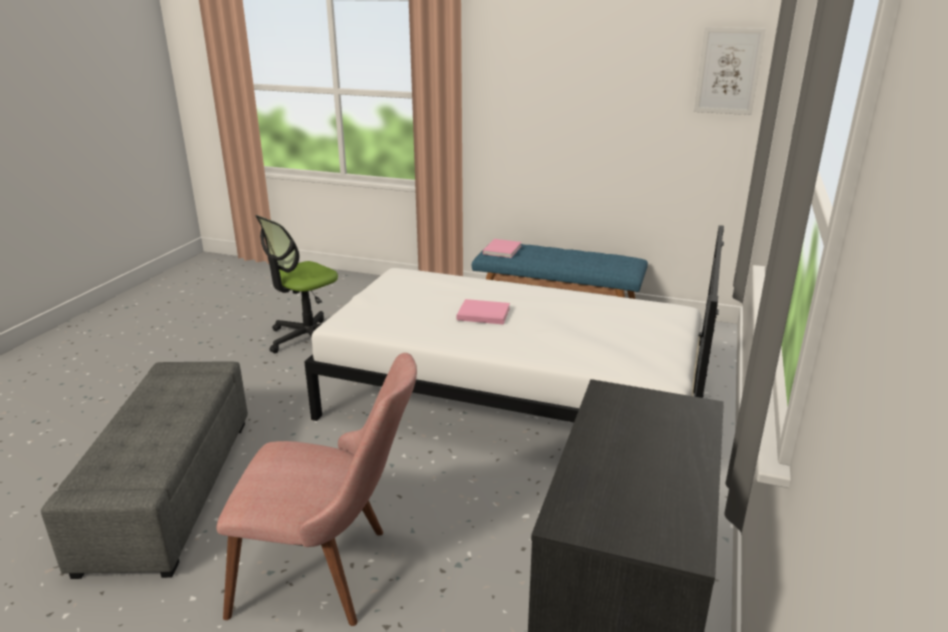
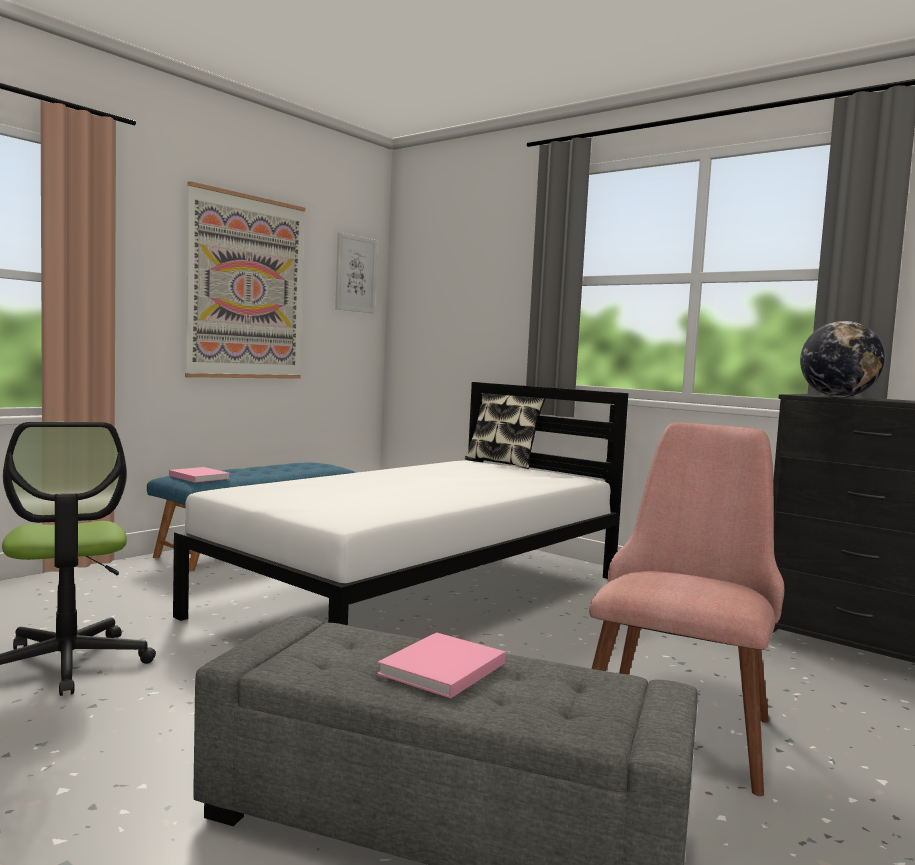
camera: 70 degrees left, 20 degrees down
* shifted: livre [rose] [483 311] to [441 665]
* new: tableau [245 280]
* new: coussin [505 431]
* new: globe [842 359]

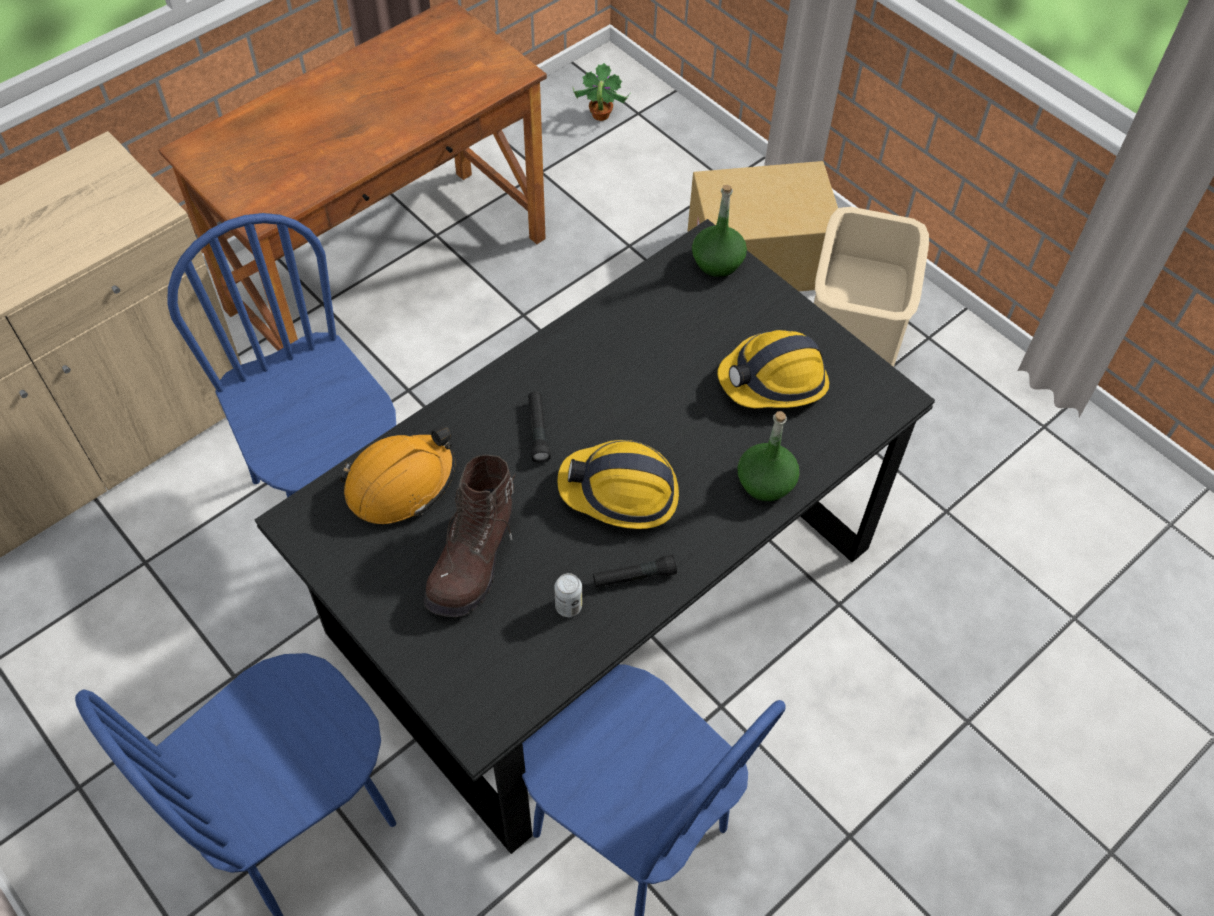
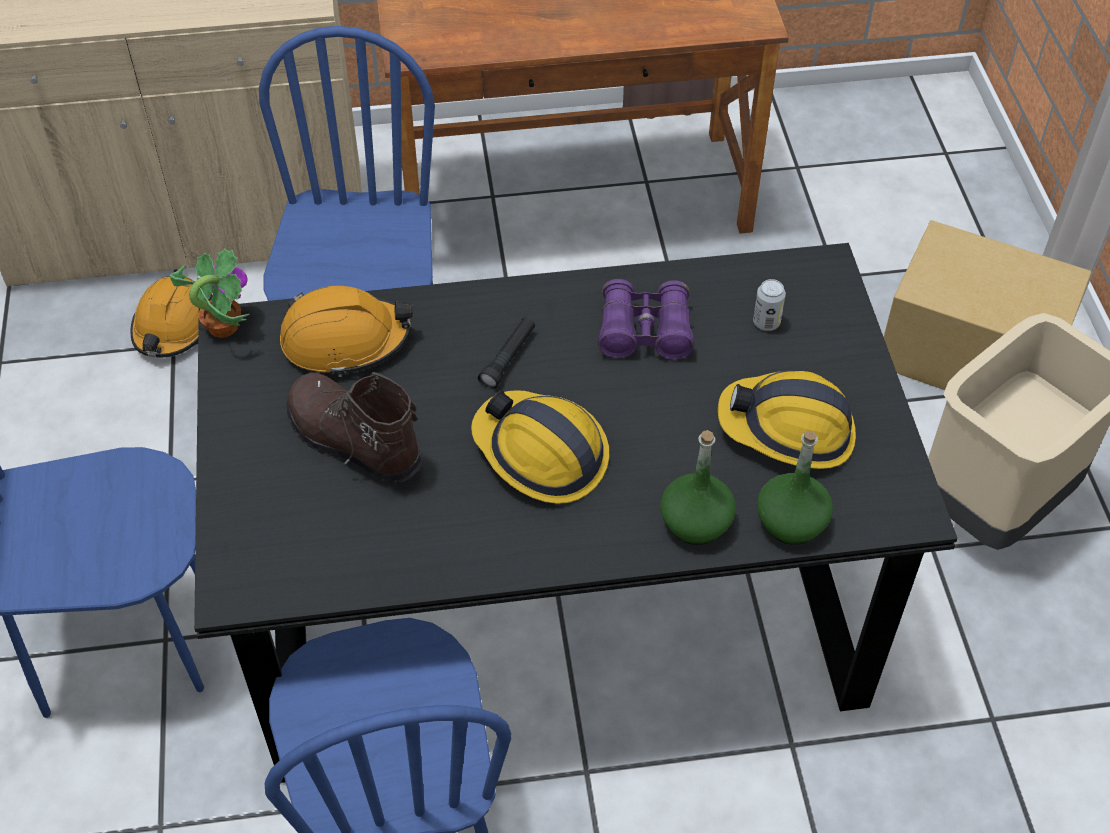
camera: 35 degrees right, 5 degrees down
* rotated: botte [marron] [470 535] = [354 428] 75 degrees clockwise
* shifted: boîte métallique [568 595] to [769 305]
* shifted: plante en pot [601 92] to [210 293]
* gone: lampe de poche [noir] [635 571]
* shifted: bouteille [vert] [719 231] to [795 487]
* new: casque de chantier [orange] [171 317]
* new: jumelles [violet] [646 319]

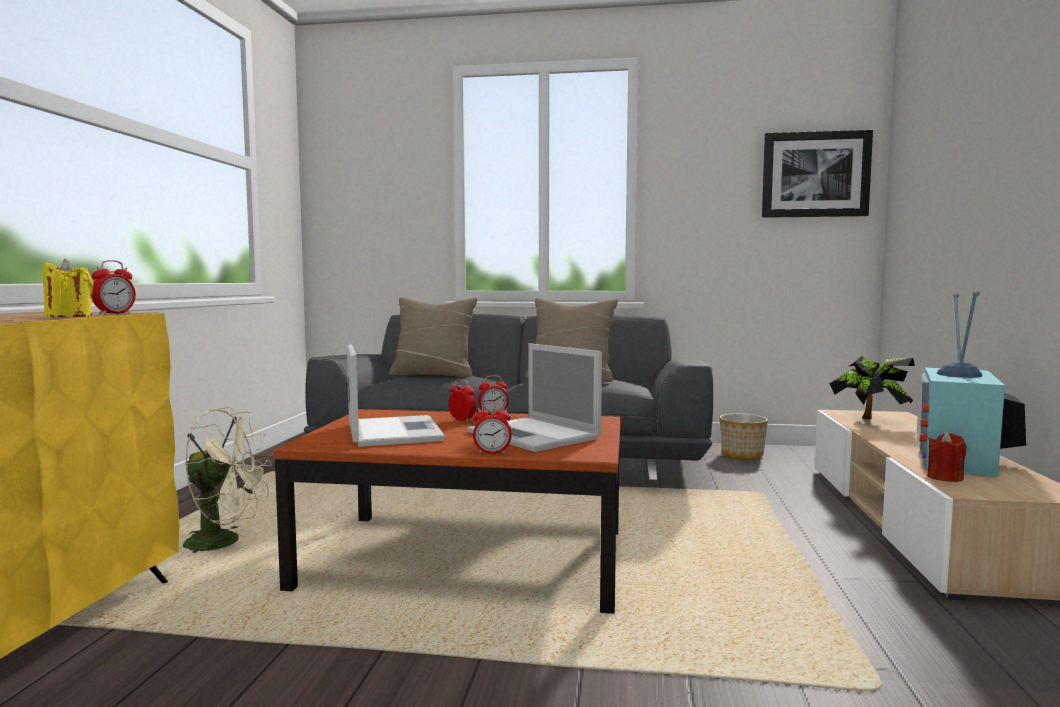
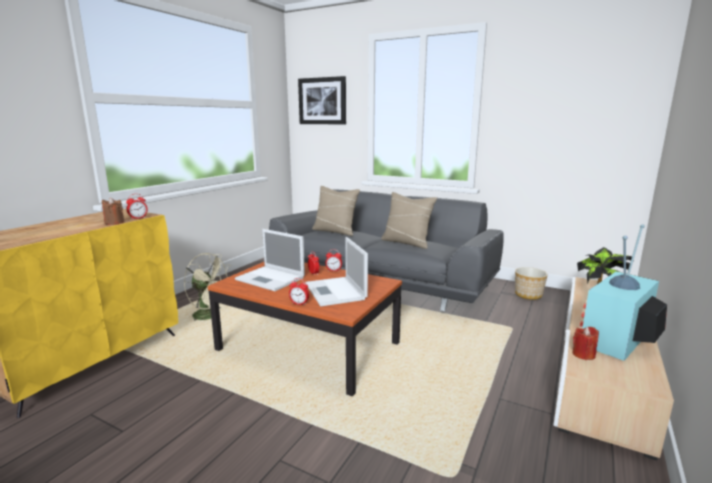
camera: 20 degrees right, 10 degrees up
* repainted: bougie [jaune] [67 288] to bougie [marron] [113 211]
* rotated: ordinateur portable [396 395] = [270 260] 120 degrees clockwise
* shifted: tableau [817 174] to [322 100]

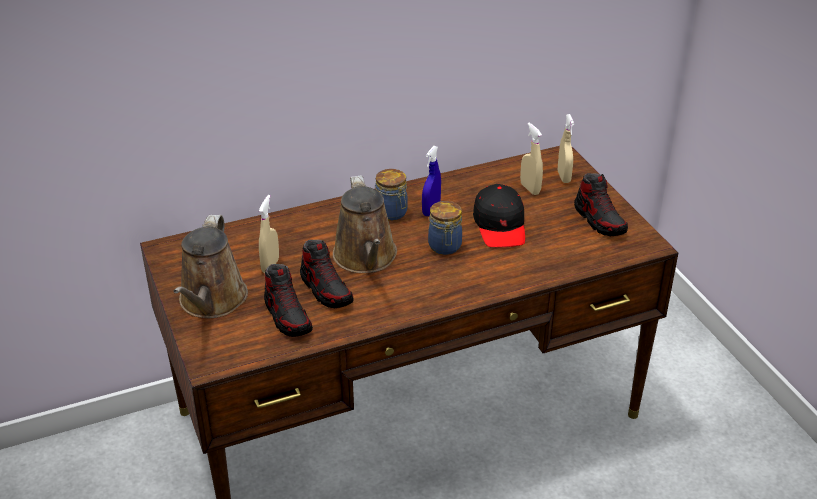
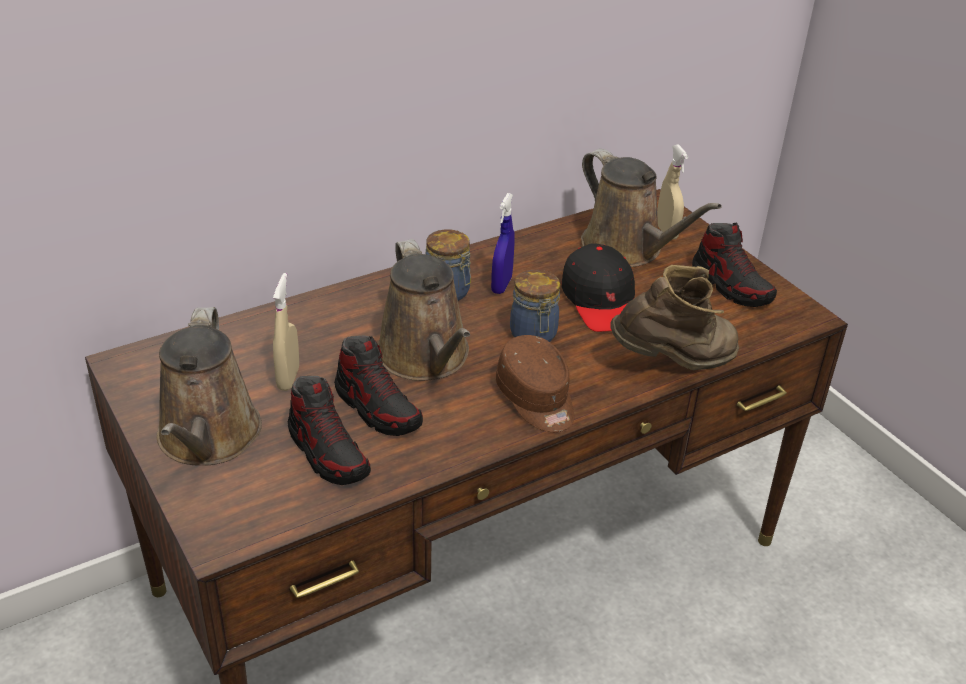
camera: 10 degrees left, 0 degrees up
* swapped: vaporisateur [beige] [531 159] to arrosoir [marron] [651 208]
* new: casquette [marron] [535 383]
* new: botte [marron] [674 317]

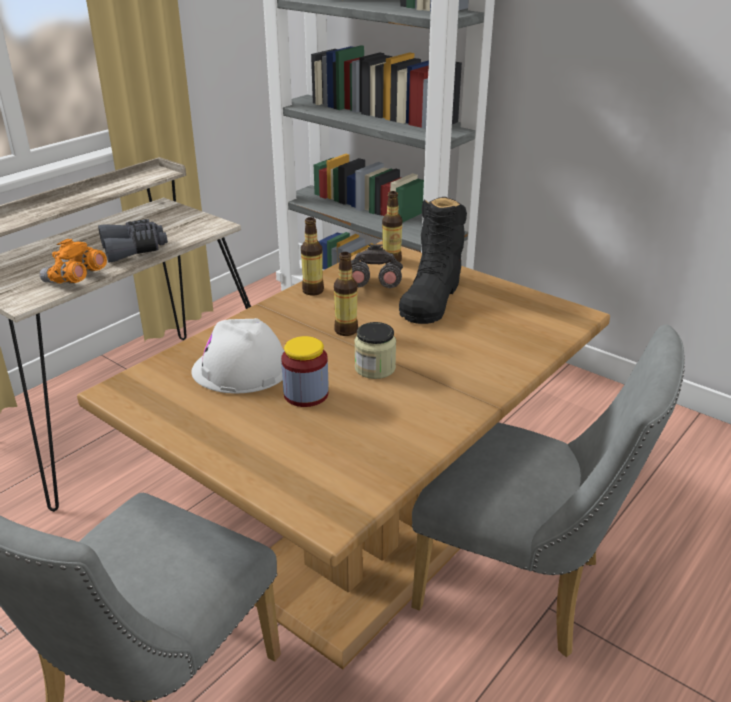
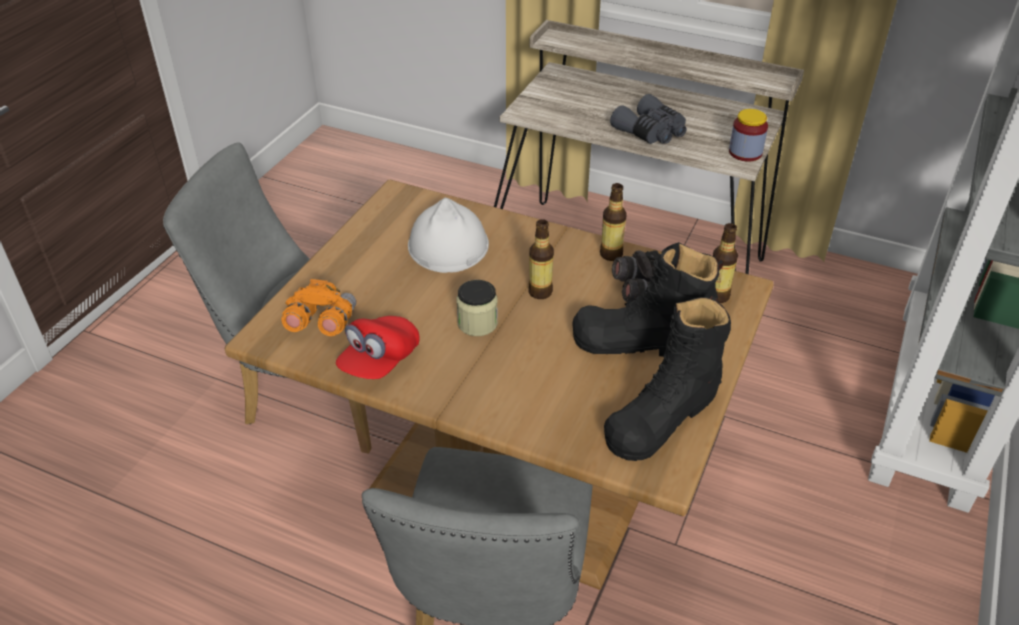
camera: 75 degrees right, 10 degrees up
* shifted: jumelles [orange] [73 261] to [319 307]
* shifted: bocal [305 371] to [748 135]
* new: casquette [rouge] [378 347]
* new: botte [noir] [667 378]

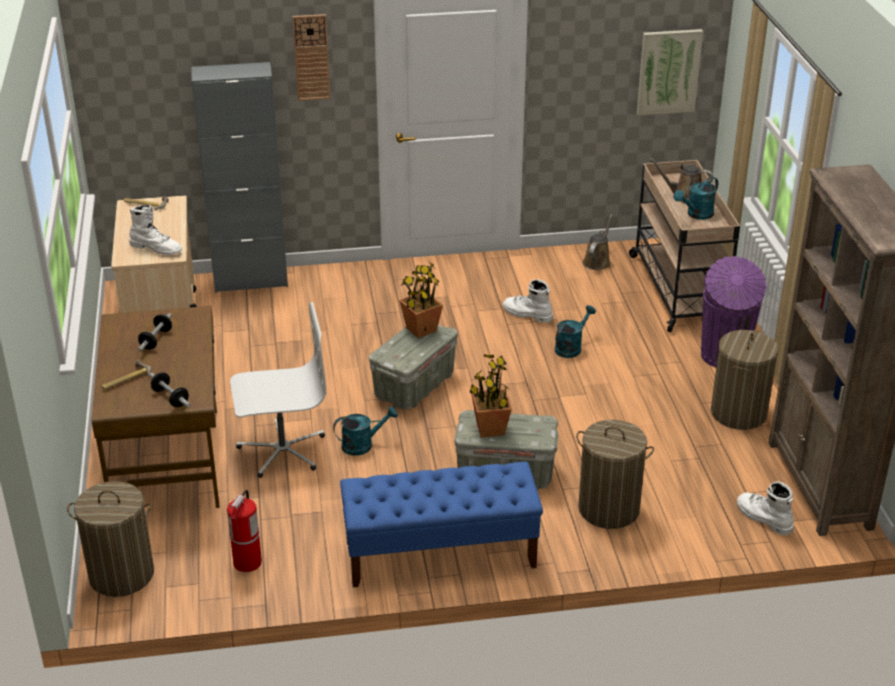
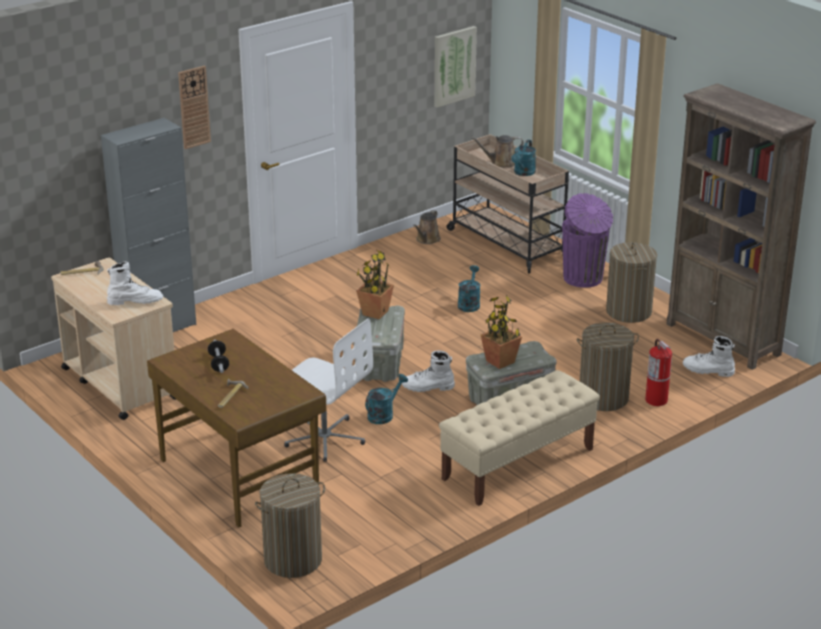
camera: 30 degrees left, 5 degrees down
* gone: haltère [170 389]
* shifted: extincteur [244 531] to [658 372]
* rotated: chaise de bureau [blanc] [278 390] = [328 390] 75 degrees clockwise
* repainted: banc [bleu] [441 524] to banc [beige] [519 438]
* shifted: botte [blanc] [528 301] to [428 371]
* rotated: arrosoir [marron] [598 242] = [427 227] 150 degrees counterclockwise

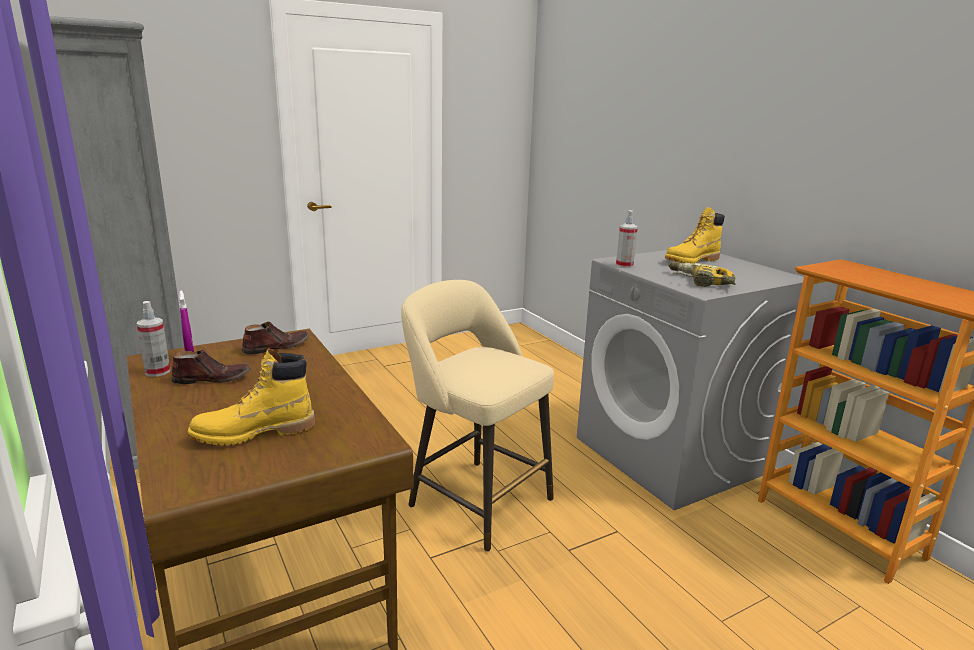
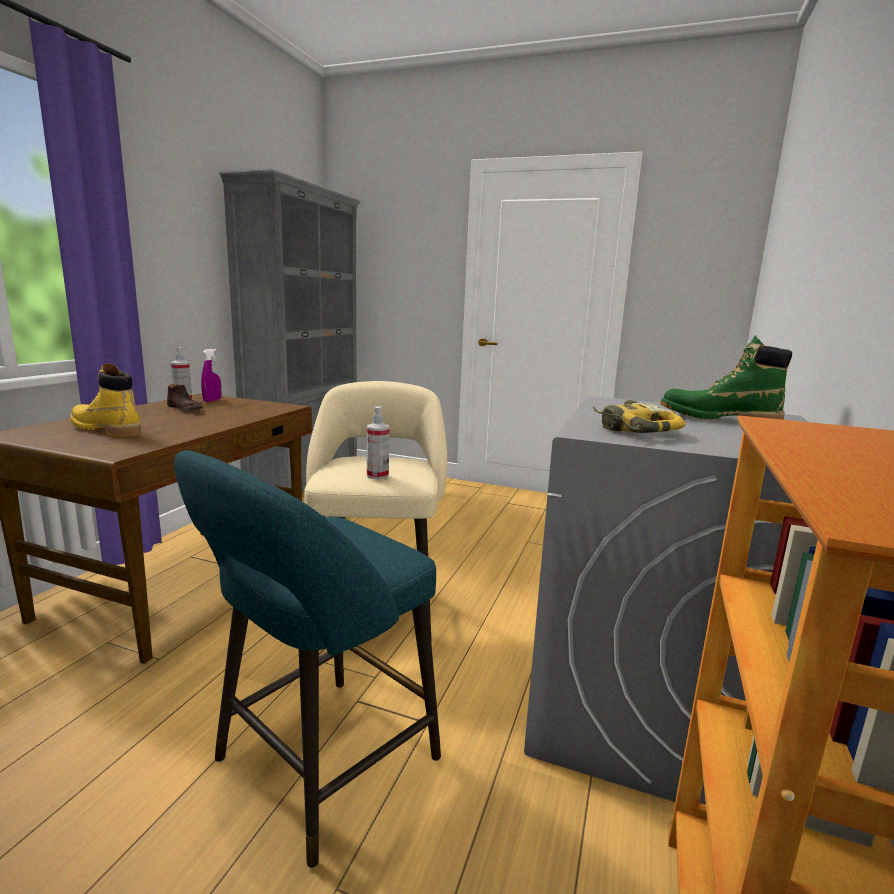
camera: 50 degrees right, 5 degrees down
* gone: chaussure [marron] [276 338]
* shifted: vaporisateur [627 239] to [378 442]
* repainted: botte [jaune] [695 235] to botte [vert] [726 377]
* new: tabouret [turquoise] [307 659]

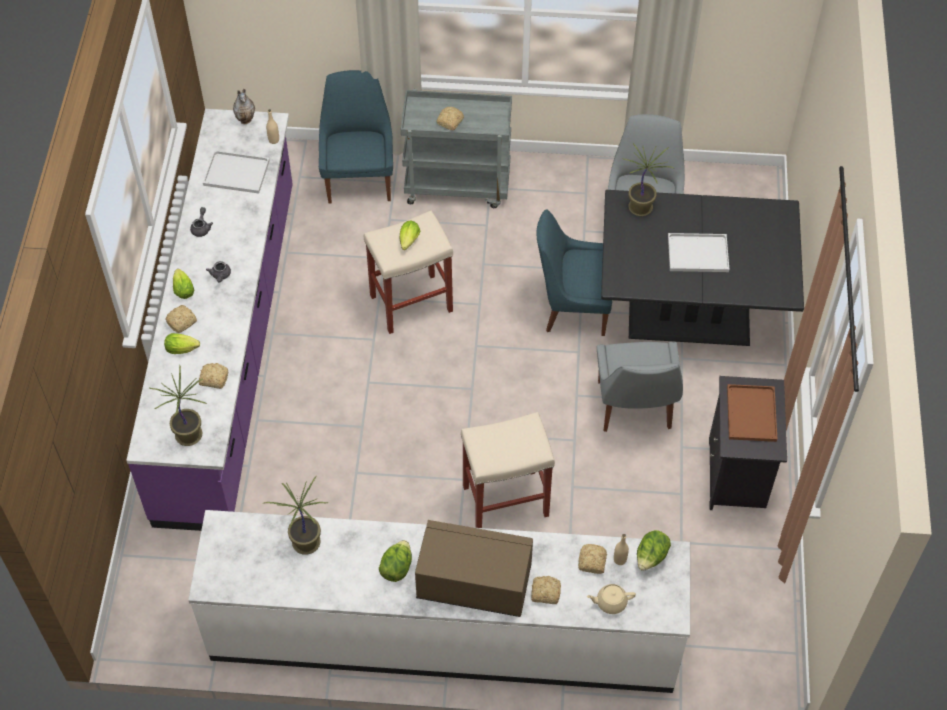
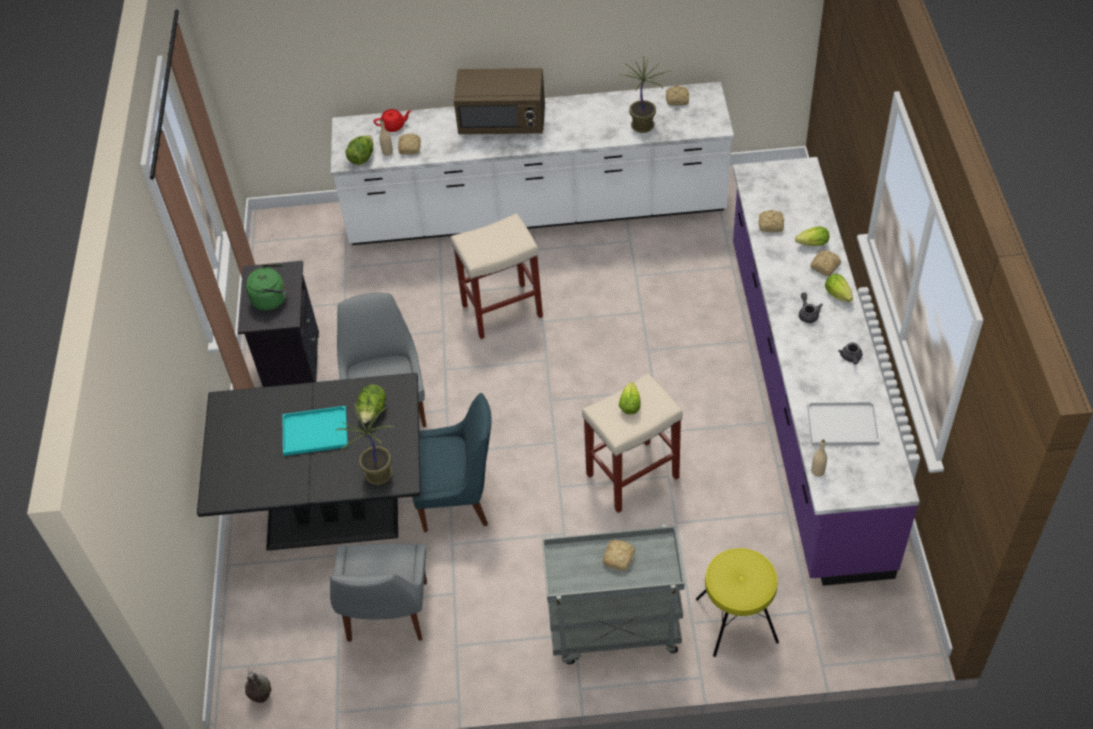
camera: 175 degrees right, 5 degrees down
* gone: plante en pot [178 406]
* shifted: vase [244 106] to [258 685]
* swapped: chaise [bleu] [356 136] to tabouret [jaune] [737 602]
* shifted: laitue [395 561] to [371 404]
* shifted: pain [546 590] to [677 96]
* repainted: théière [beige] [611 599] to théière [rouge] [392 120]
* repainted: plateau [blanc] [698 252] to plateau [turquoise] [315 431]
* swapped: plateau [marron] [752 413] to bouilloire [vert] [266 287]

